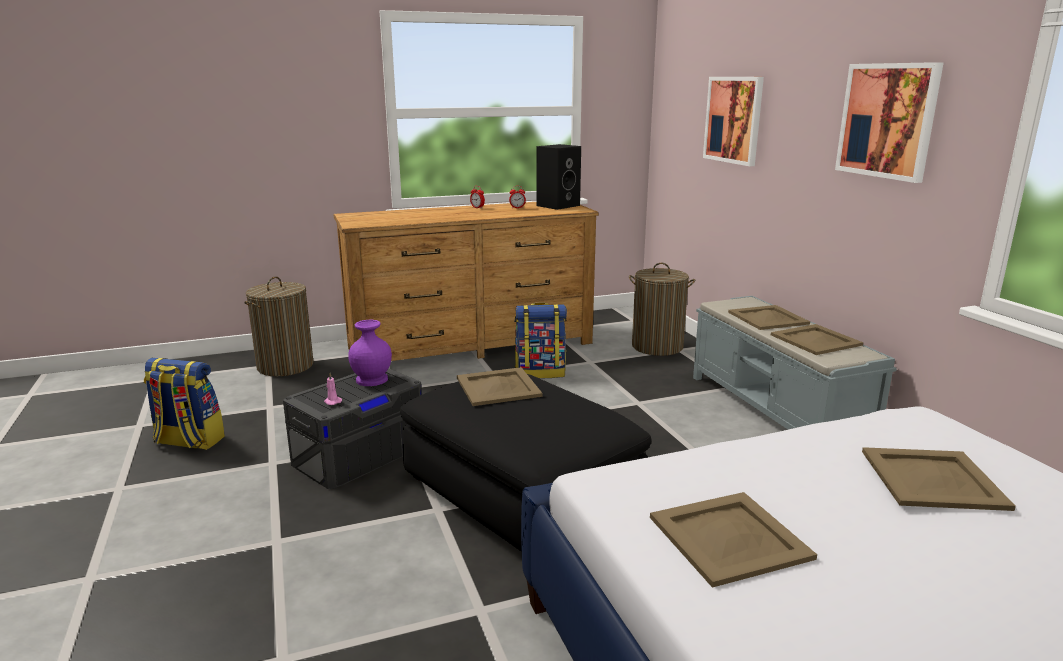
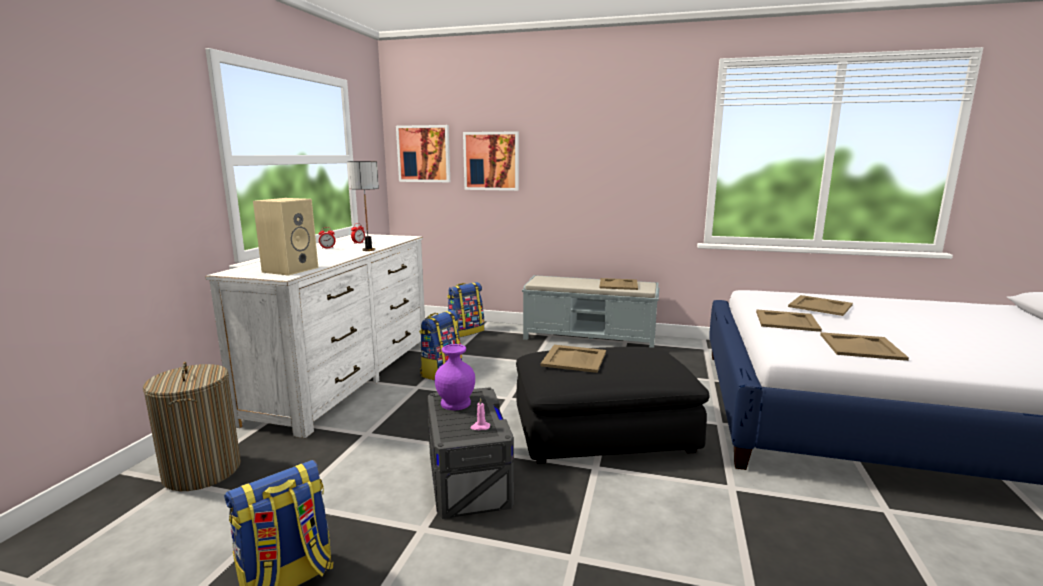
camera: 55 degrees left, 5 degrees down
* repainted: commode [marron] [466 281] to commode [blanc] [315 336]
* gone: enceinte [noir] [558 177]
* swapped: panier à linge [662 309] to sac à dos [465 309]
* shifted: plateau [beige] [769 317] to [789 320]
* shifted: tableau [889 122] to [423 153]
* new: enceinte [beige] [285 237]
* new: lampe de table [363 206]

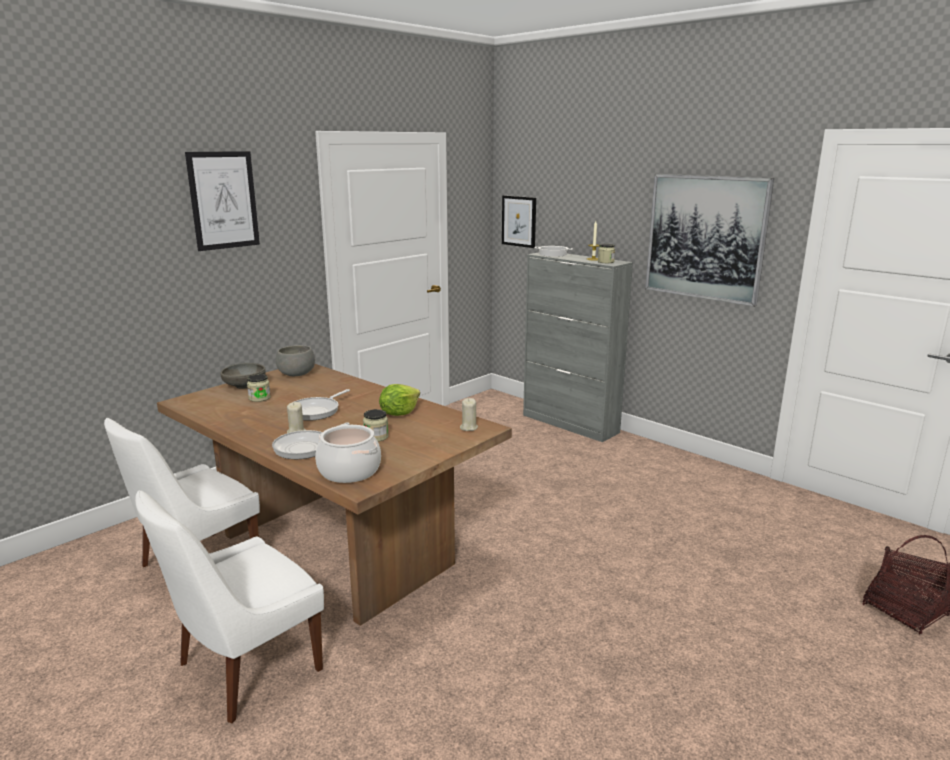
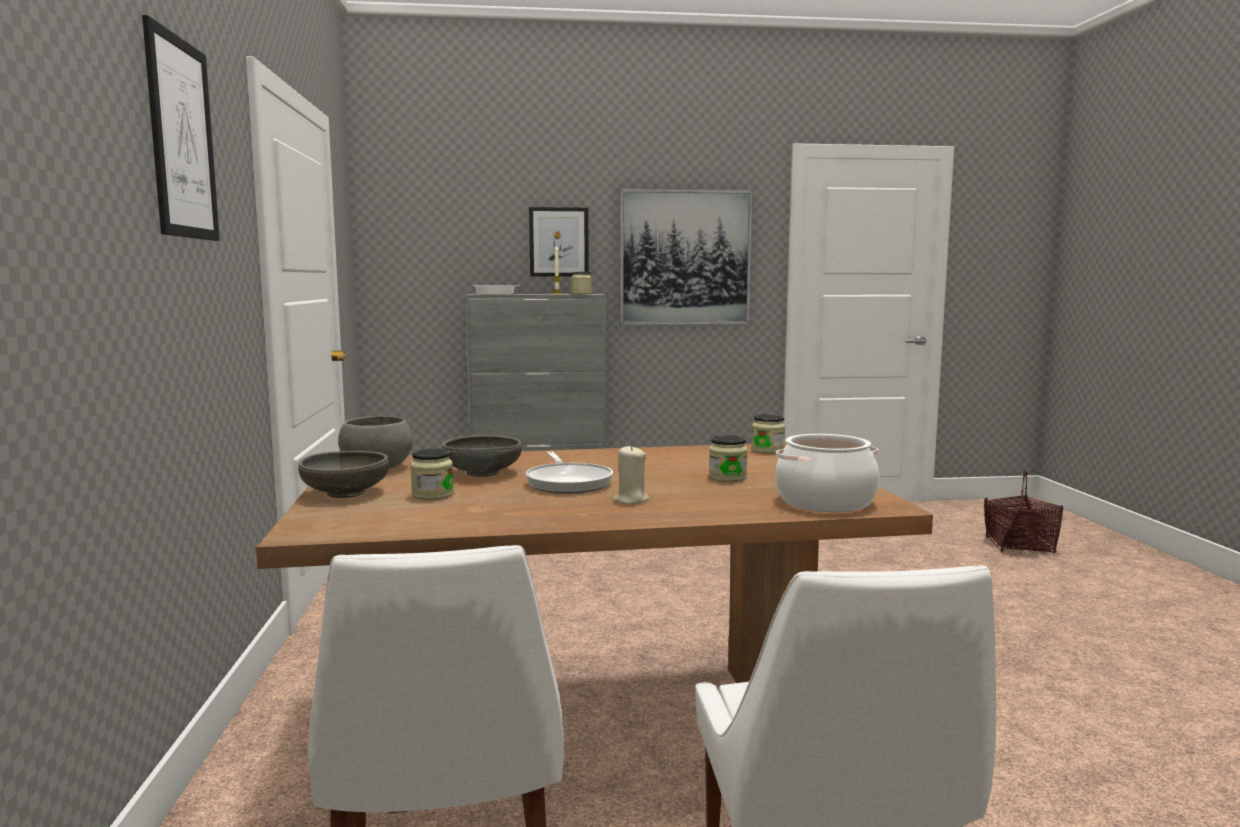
camera: 50 degrees left, 10 degrees down
* gone: poêle [311 441]
* gone: laitue [399 400]
* swapped: bougie [beige] [469 414] to bocal [768 434]
* shifted: tableau [519 221] to [559 242]
* new: bol [gris] [482 456]

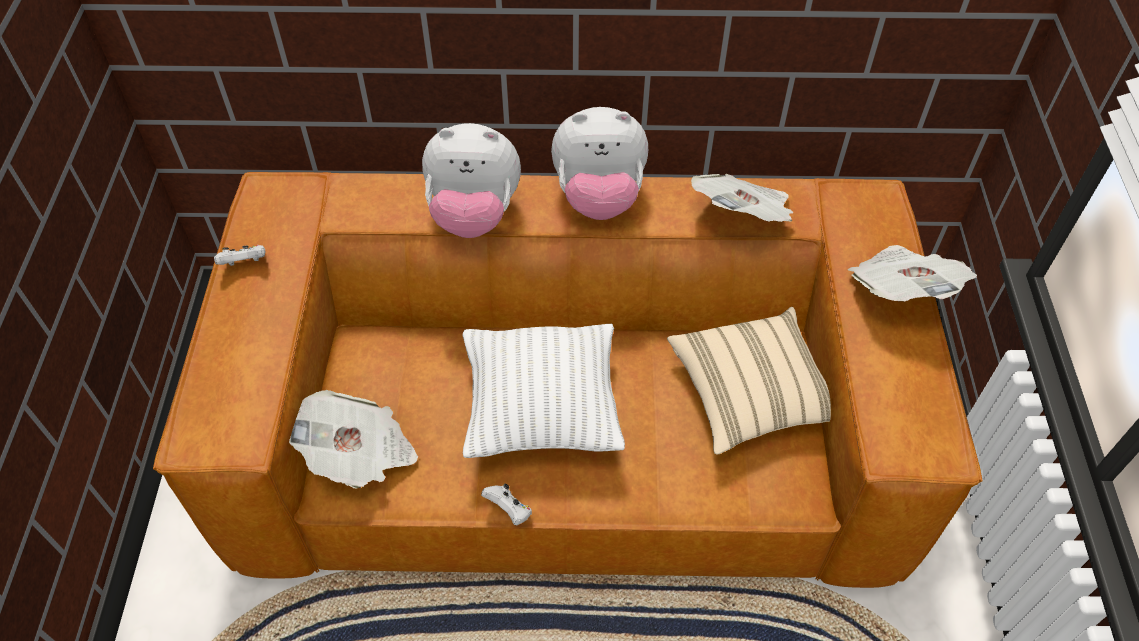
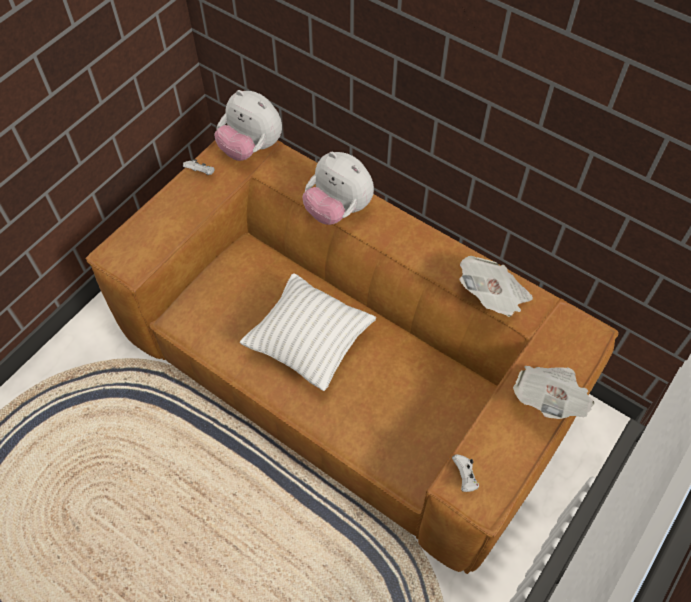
camera: 35 degrees right, 5 degrees up
* gone: journal [353 439]
* shifted: manette [blanc] [506 505] to [465 473]
* shifted: peluche [599 163] to [248 125]
* gone: coussin [beige] [749 381]

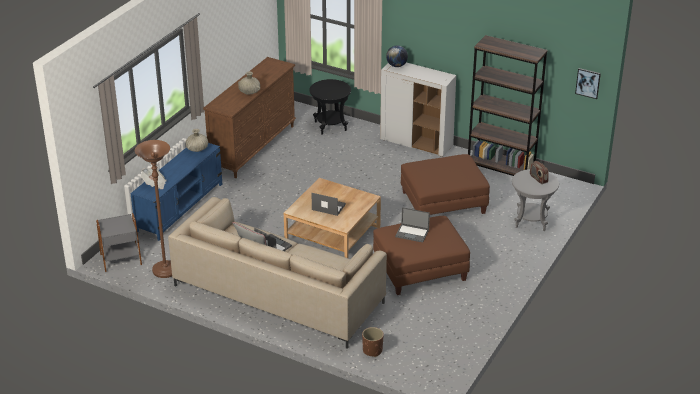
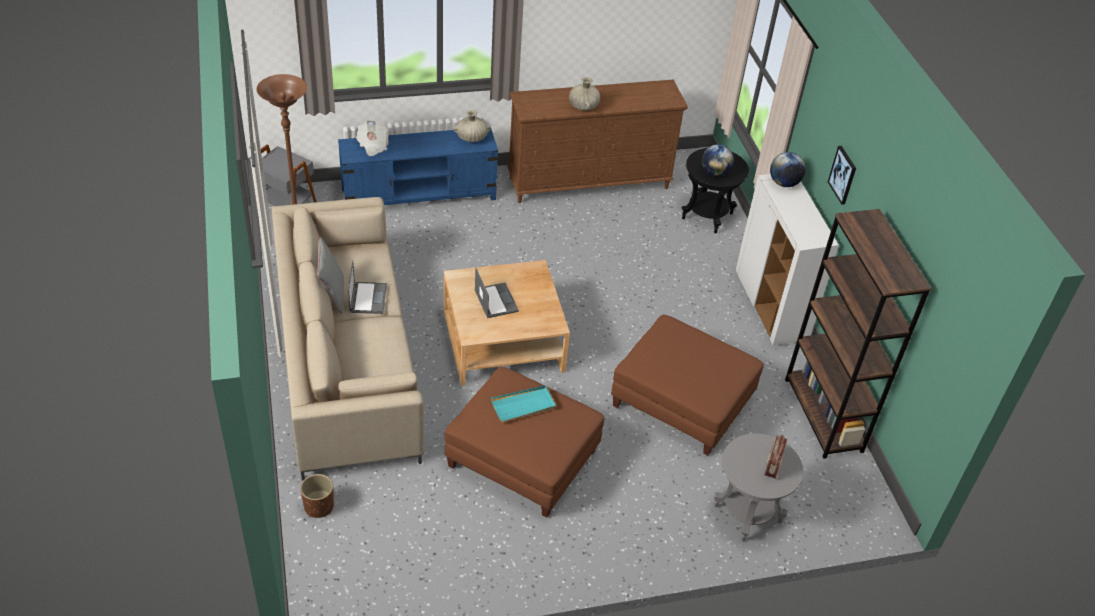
camera: 45 degrees right, 10 degrees up
* swapped: ordinateur portable [412 224] to plateau [turquoise] [524 403]
* shifted: tableau [588 83] to [842 175]
* new: globe [718 160]

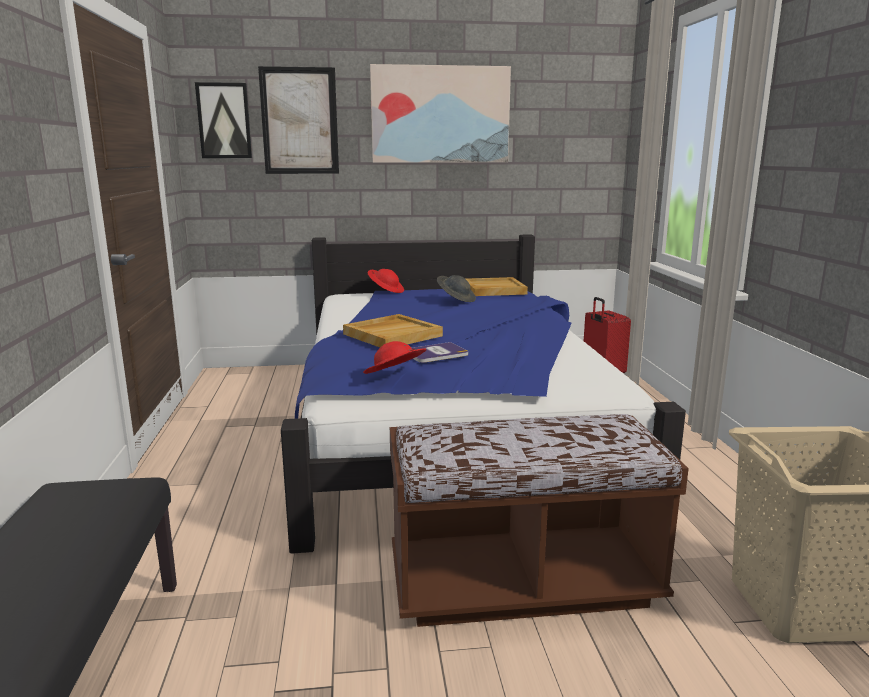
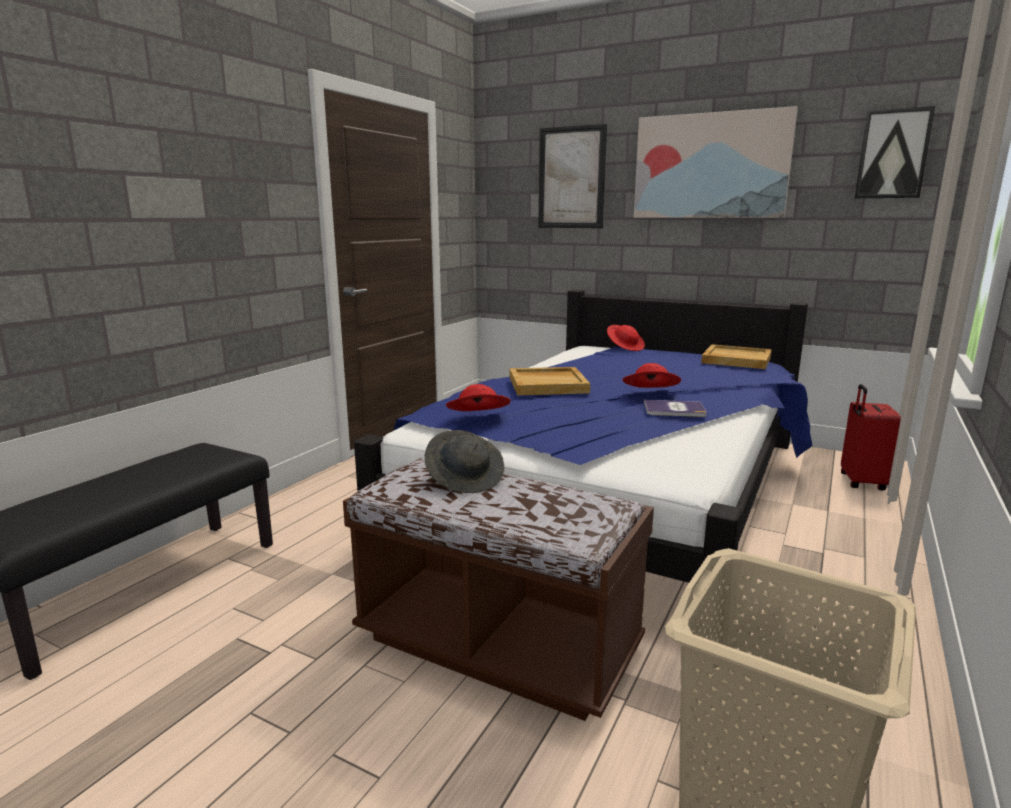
camera: 35 degrees right, 0 degrees up
* shifted: tableau [223 120] to [895 152]
* shifted: livre [440 352] to [675 408]
* shifted: chapeau [gris] [456 288] to [464 461]
* new: chapeau [rouge] [652 375]

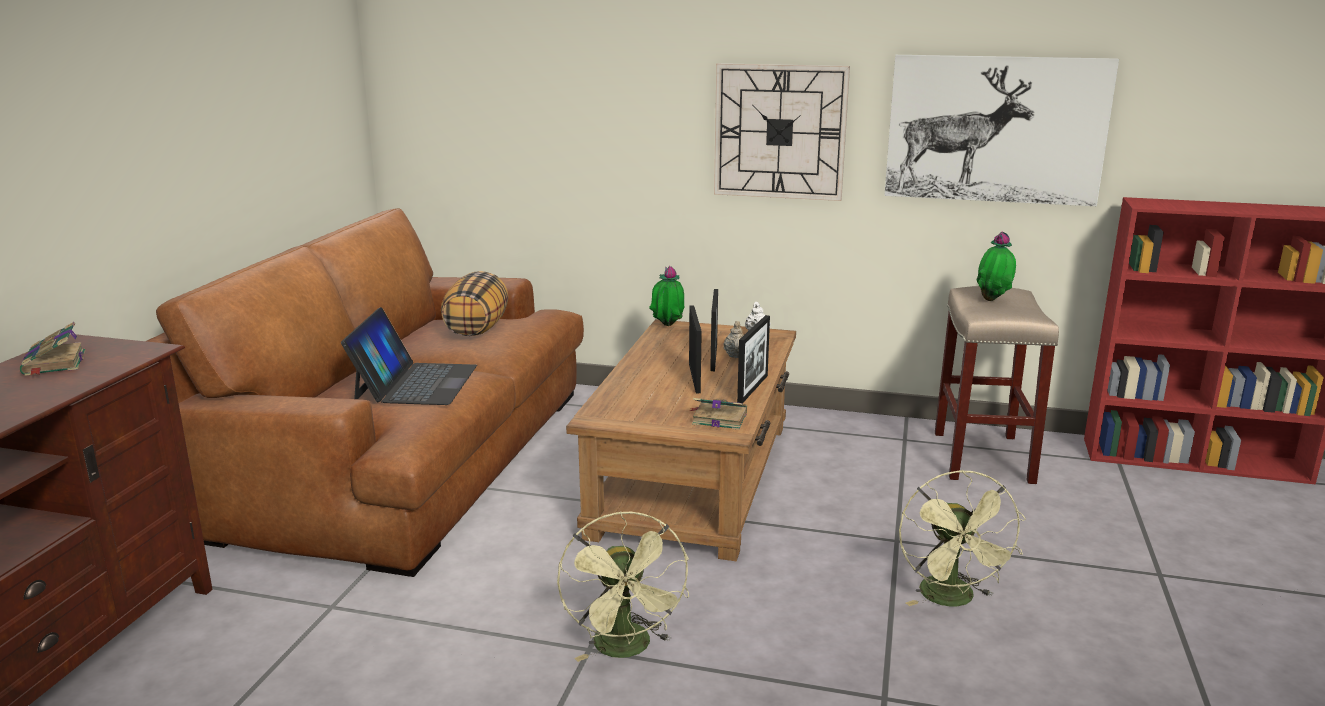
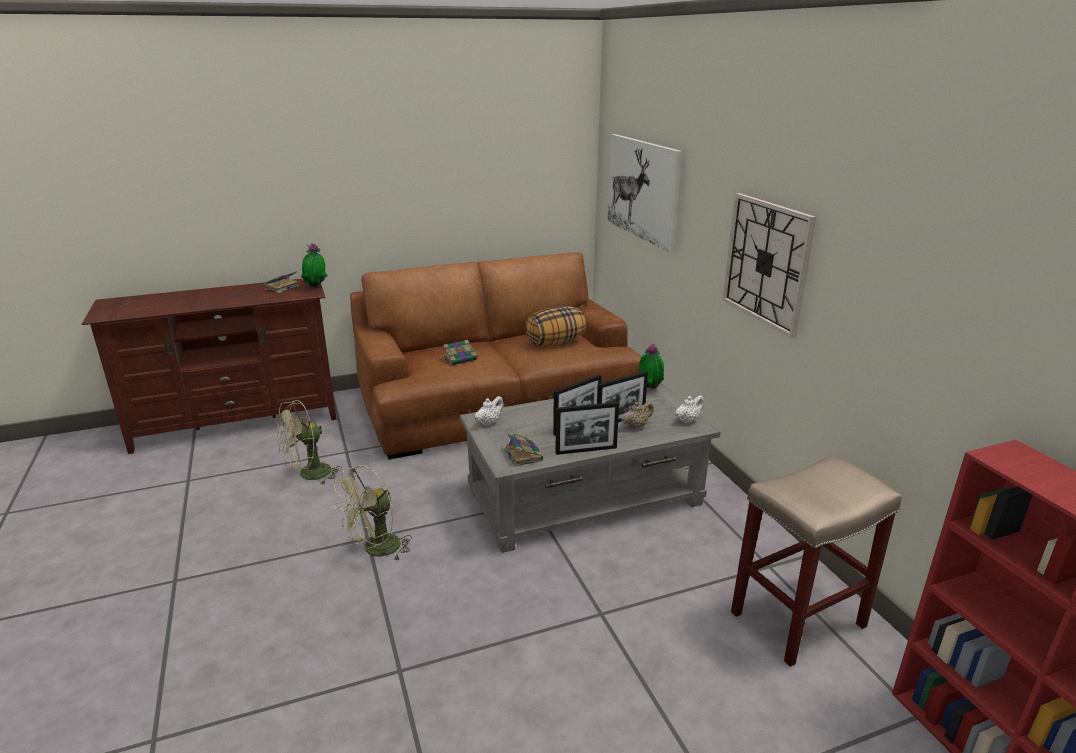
camera: 55 degrees right, 5 degrees up
* swapped: ordinateur portable [409 356] to livre [461 352]
* repainted: table basse [marron] [681 440] to table basse [gris] [590 468]
* shifted: tableau [1001 130] to [644 193]
* shifted: ventilateur [vert] [962 538] to [308 442]
* shifted: plante en pot [996 266] to [314 265]
* new: théière [blanc] [489 411]

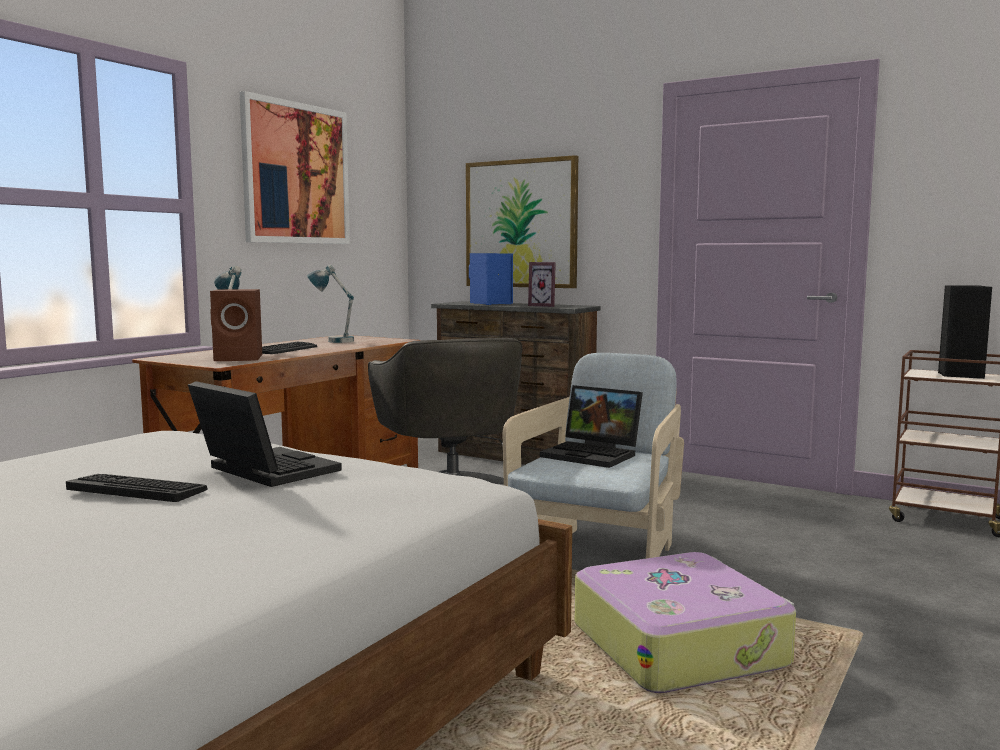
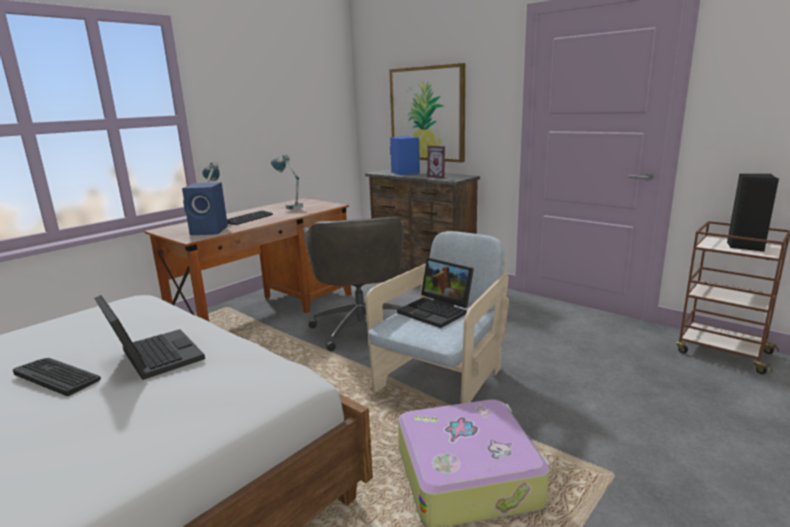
camera: 10 degrees right, 10 degrees up
* repainted: enceinte [marron] [236 325] to enceinte [bleu] [205 208]
* gone: tableau [295 167]

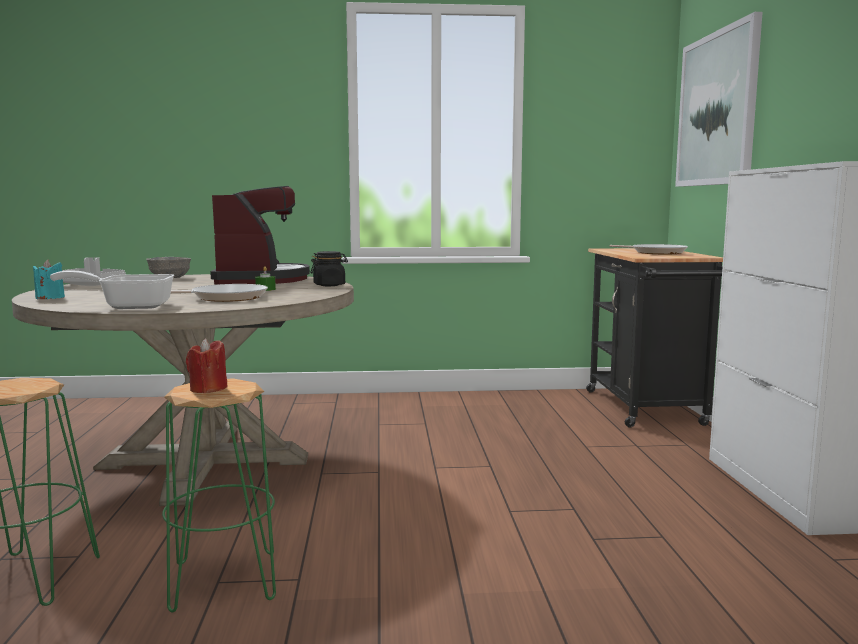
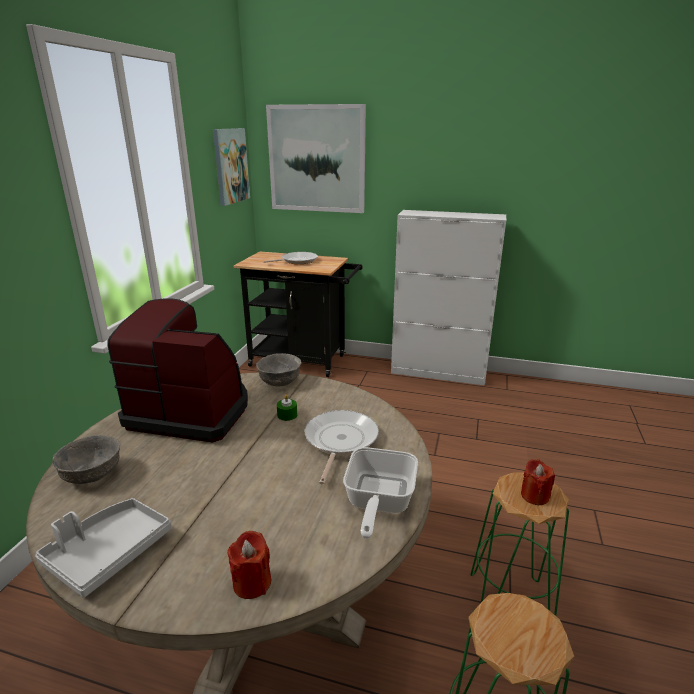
camera: 70 degrees left, 15 degrees up
* repainted: bougie [turquoise] [49 279] to bougie [rouge] [249 565]
* swapped: bocal [noir] [329 268] to bol [gris] [279 369]
* new: tableau [231 167]

